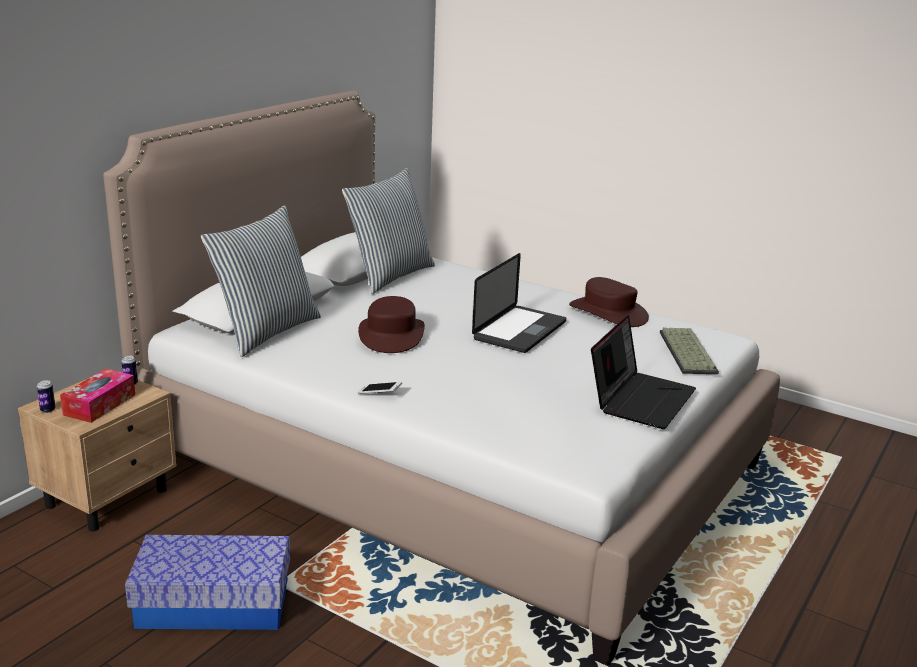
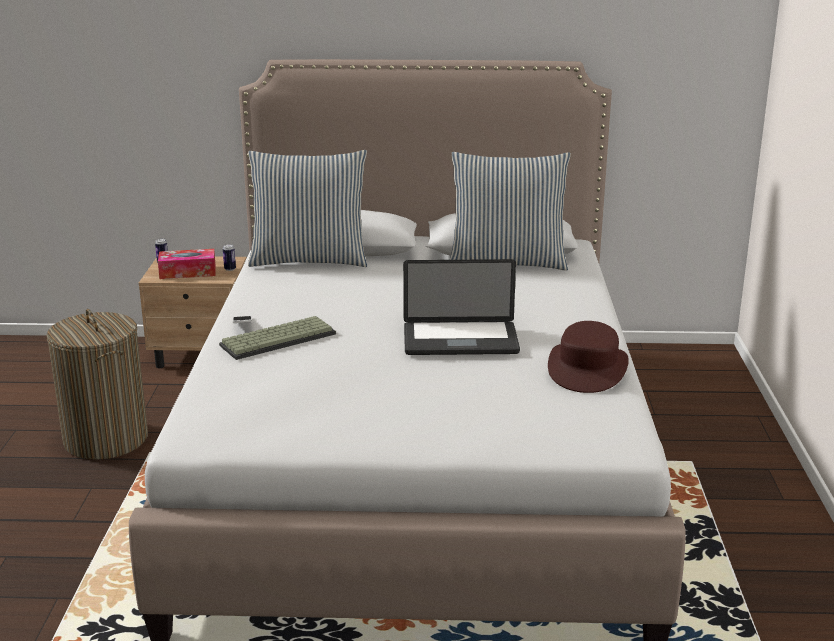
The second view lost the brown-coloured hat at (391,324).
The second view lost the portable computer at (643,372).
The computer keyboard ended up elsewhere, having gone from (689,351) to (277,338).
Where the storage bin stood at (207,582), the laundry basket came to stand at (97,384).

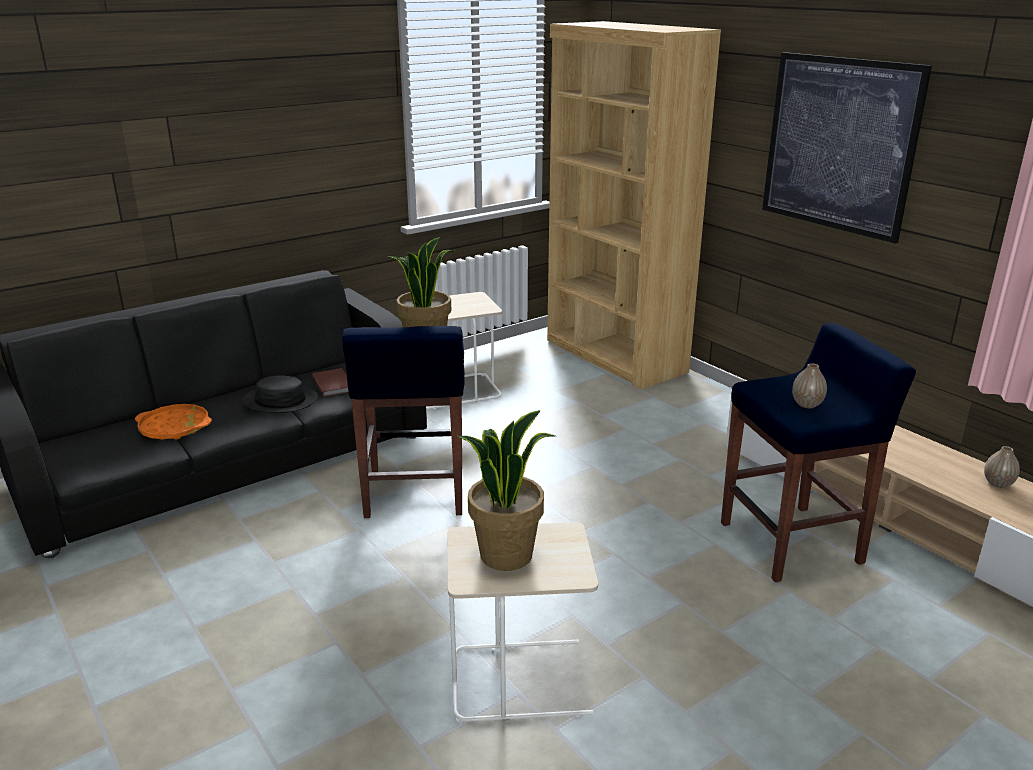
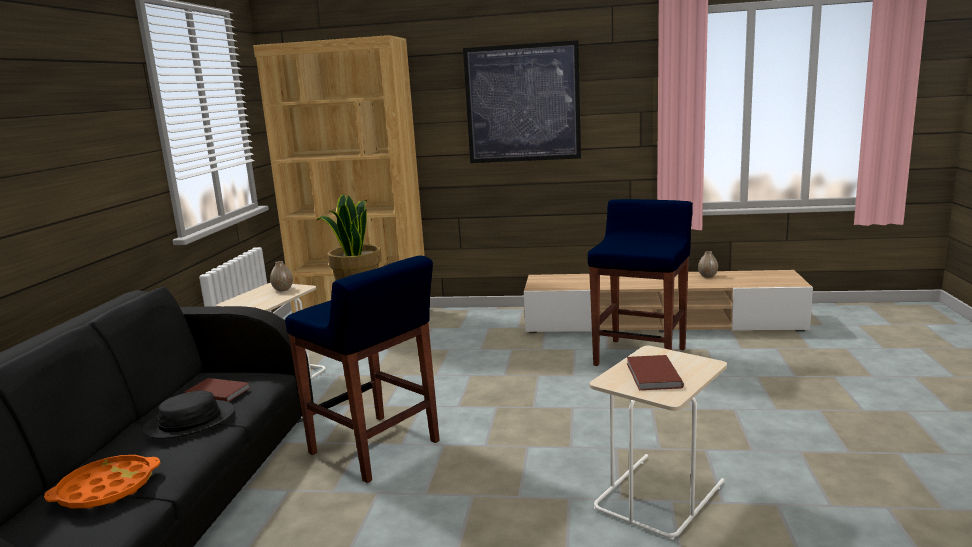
The vase ended up elsewhere, having gone from (809,385) to (281,276).
Where the houseplant stood at (506,490), the brown-coloured book came to stand at (655,372).

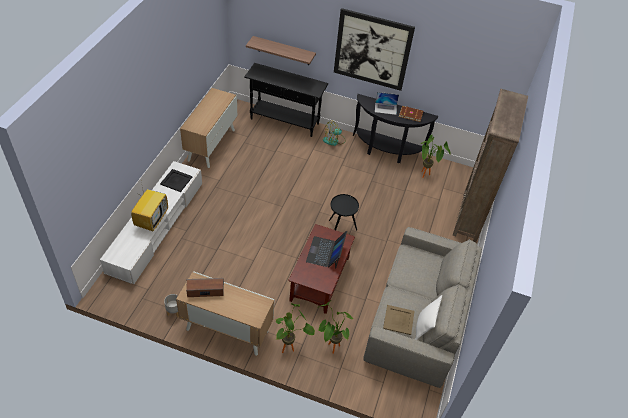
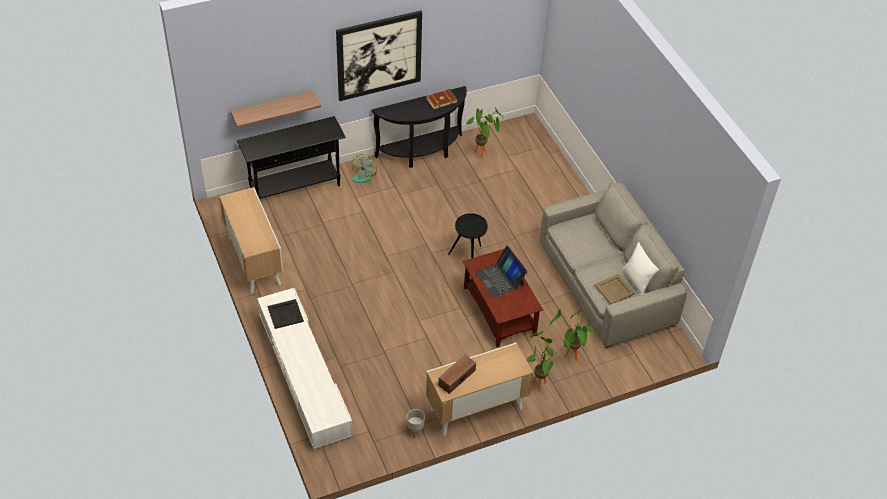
The second view lost the TV at (149,206).
The second view lost the portable computer at (387,103).
The second view lost the brown-coloured shelving unit at (490,166).

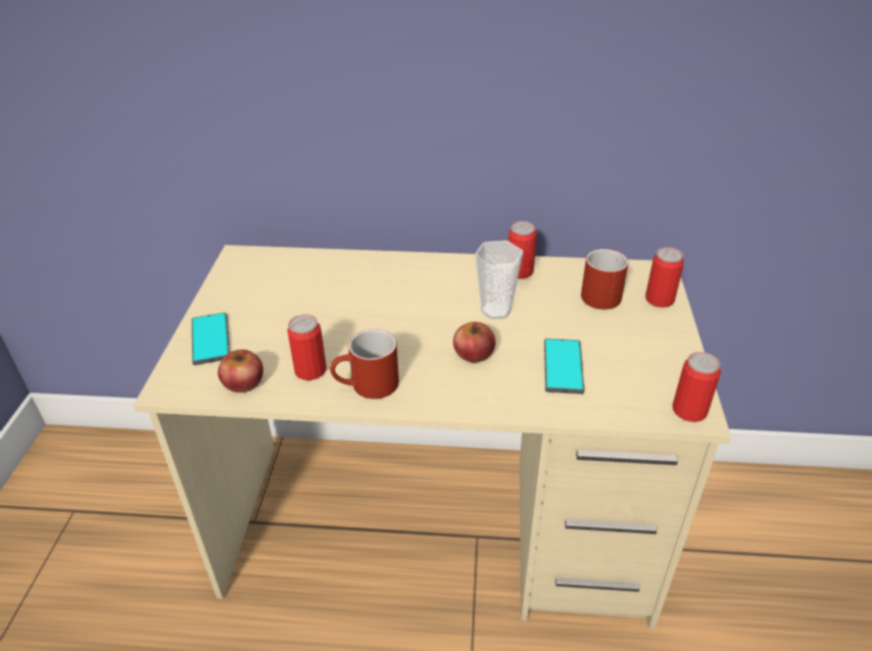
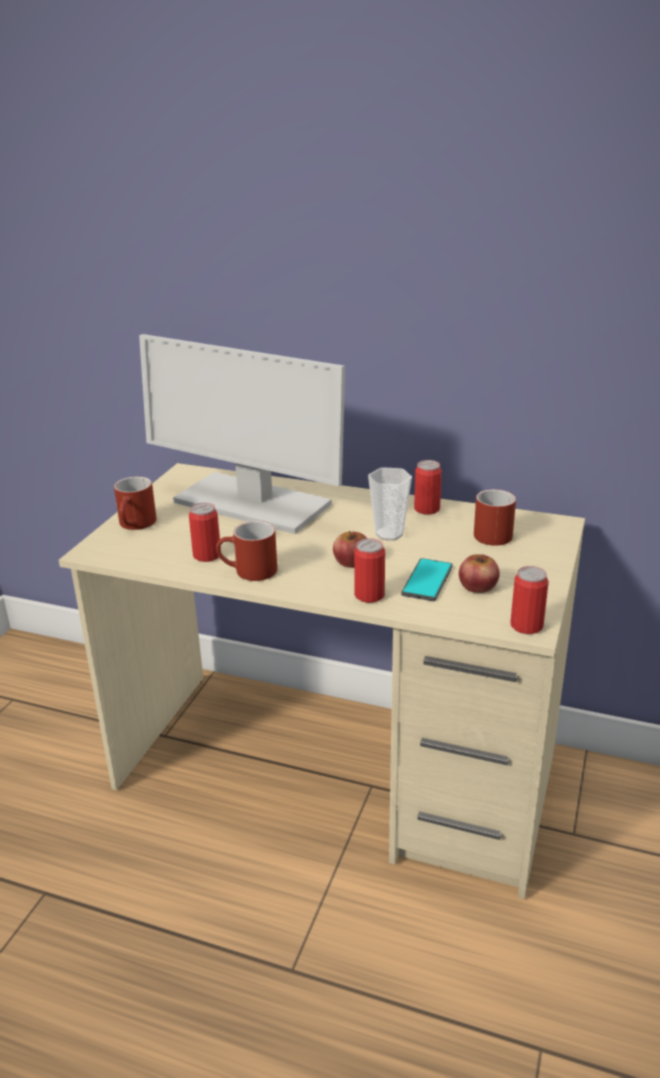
The second view gained the computer display at (242,434).
The apple fruit ended up elsewhere, having gone from (240,371) to (479,573).
The metal can ended up elsewhere, having gone from (664,277) to (369,570).
Where the telephone stood at (211,338), the red coffee mug came to stand at (135,503).

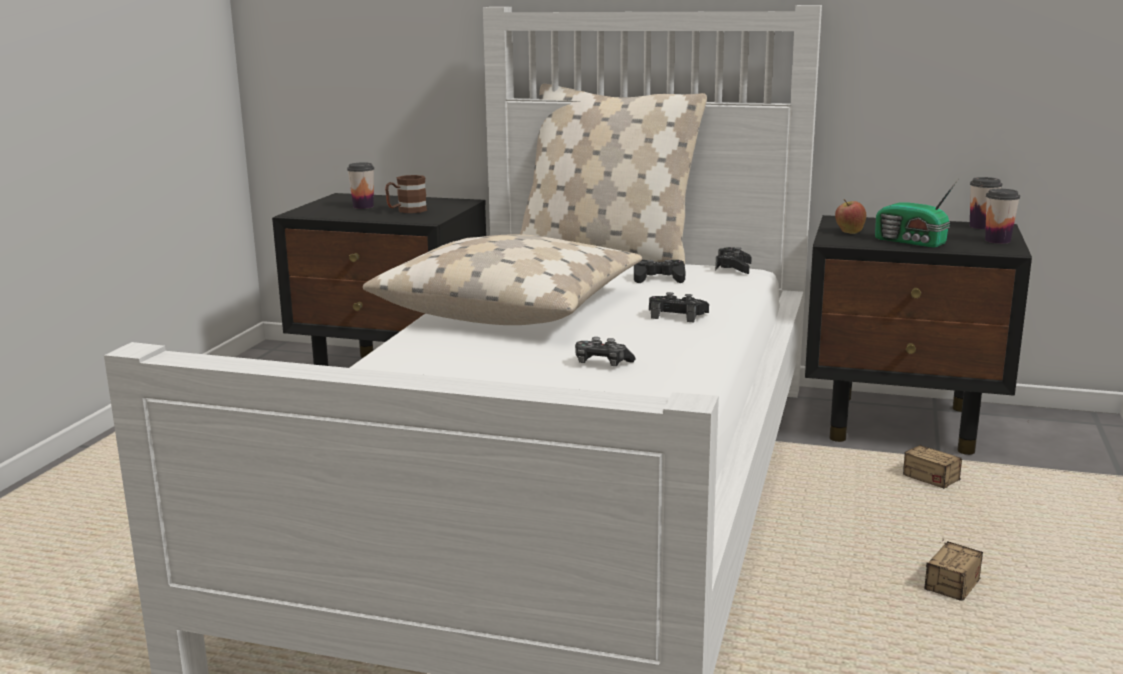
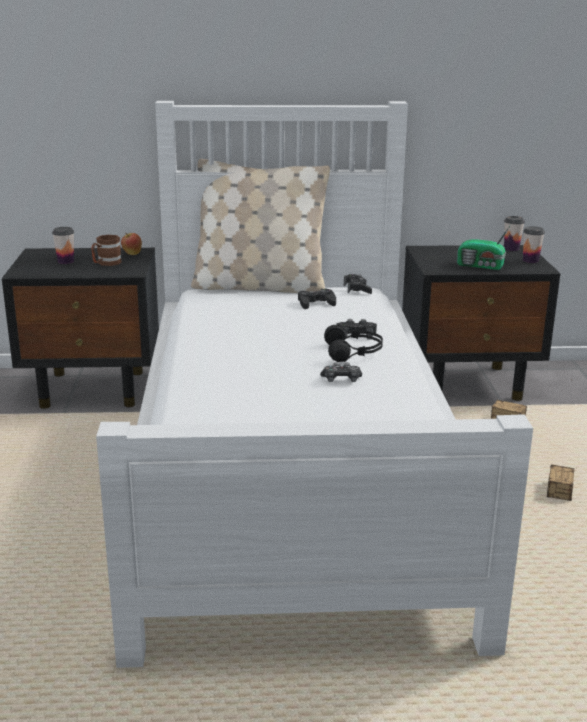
The second view lost the beige-coloured cushion at (502,279).
The second view gained the blackish pair of headphones at (353,343).
The apple fruit ended up elsewhere, having gone from (850,216) to (131,243).

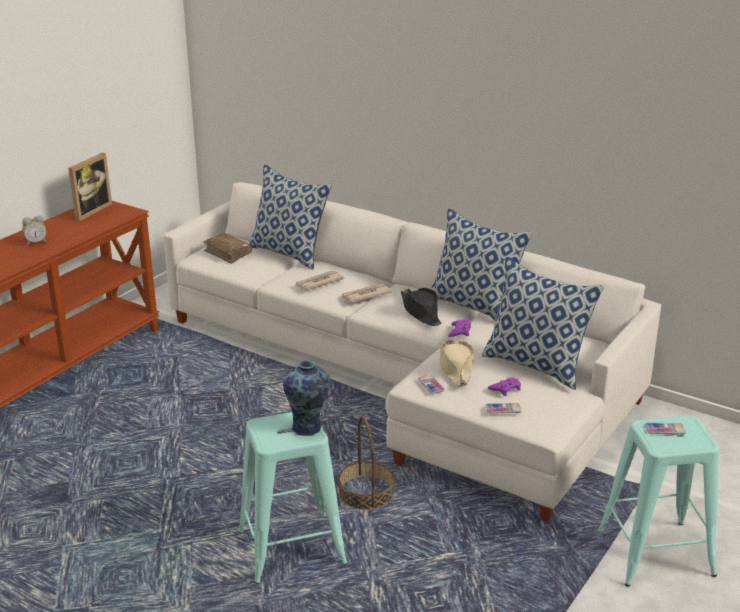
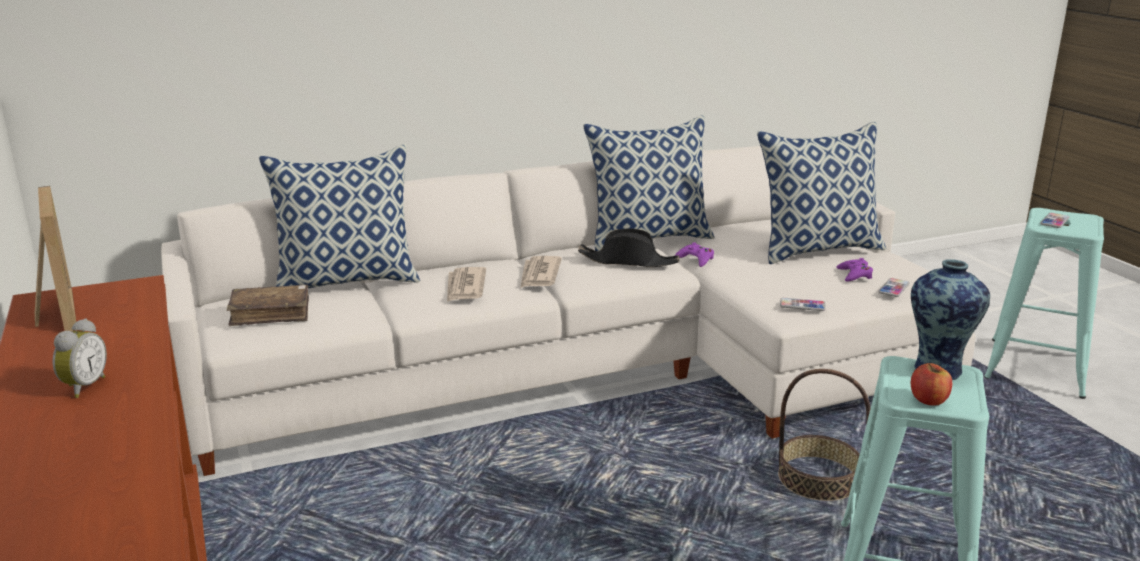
The second view lost the beige-coloured hat at (456,363).
The second view gained the apple fruit at (931,384).

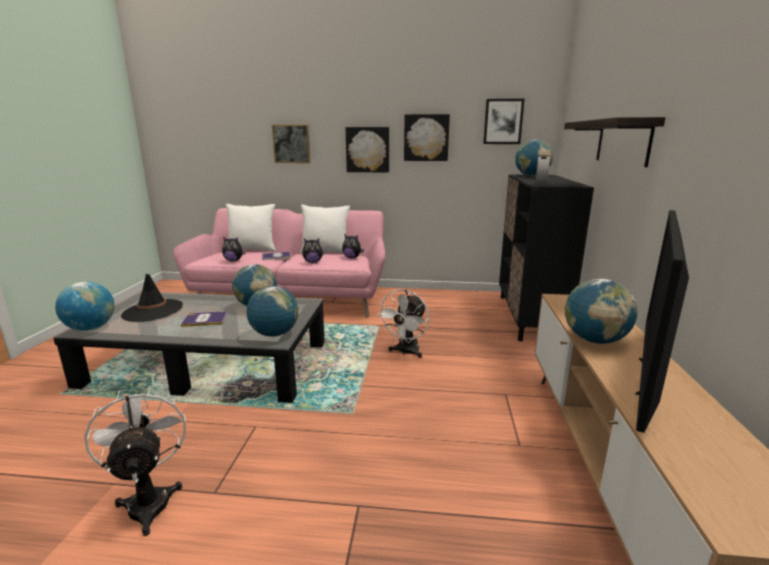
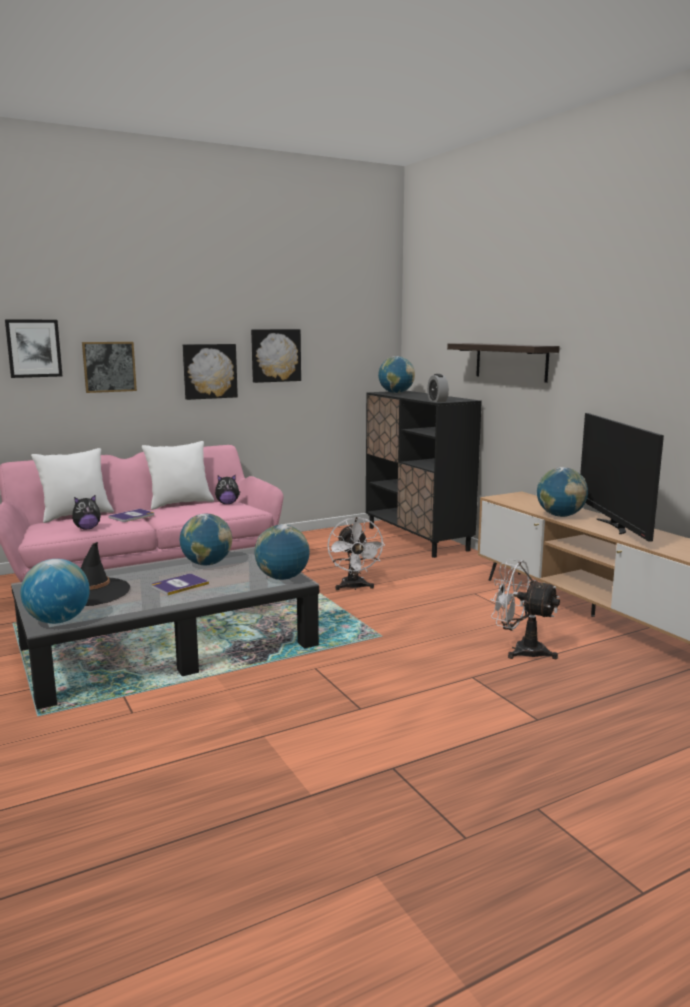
The second view lost the soft toy at (313,250).
The white-coloured fan ended up elsewhere, having gone from (135,461) to (525,609).
The wall picture ended up elsewhere, having gone from (504,121) to (33,348).

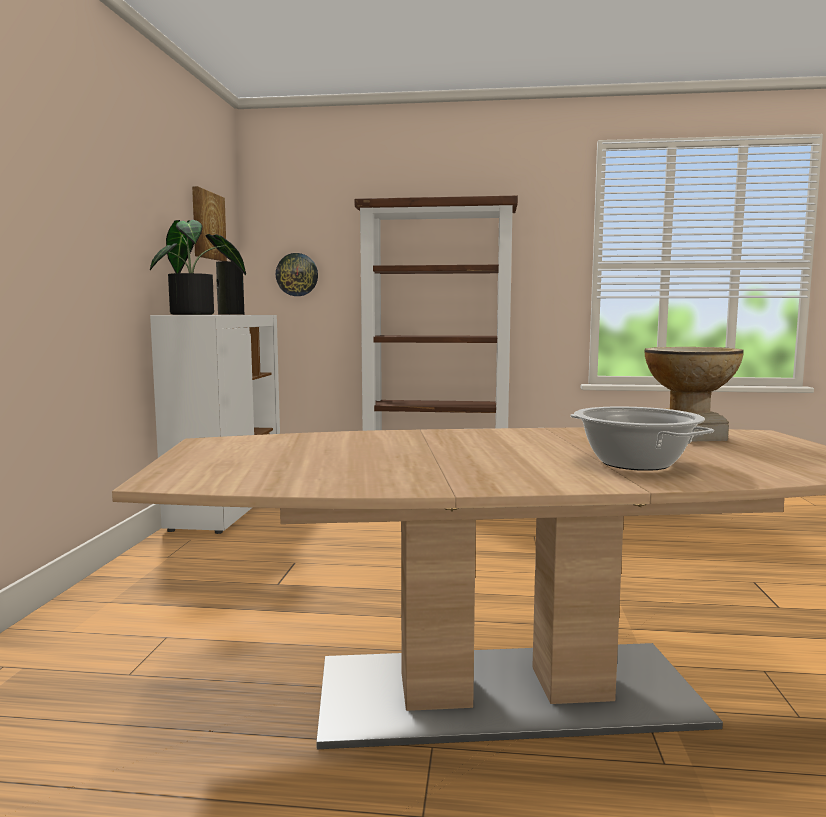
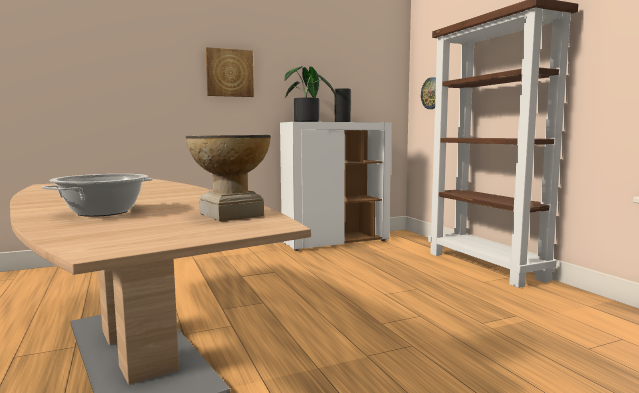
The wall picture ended up elsewhere, having gone from (209,223) to (230,72).

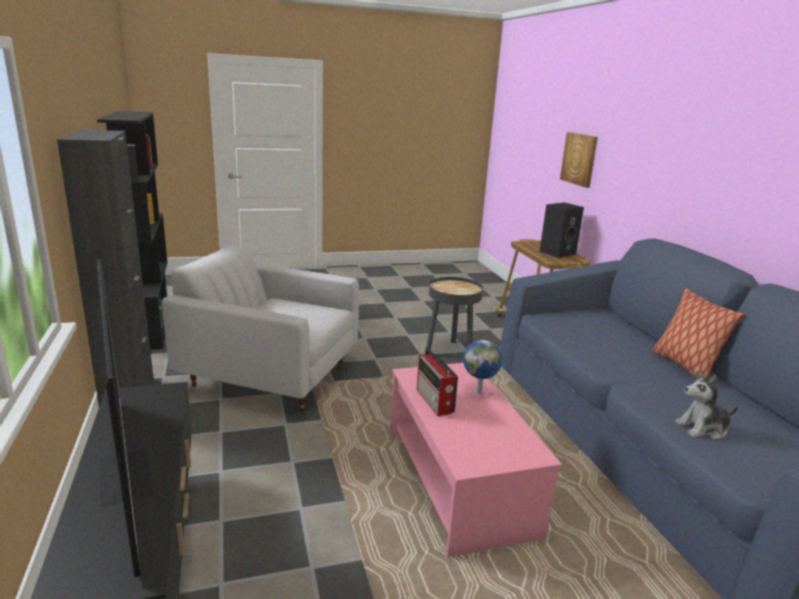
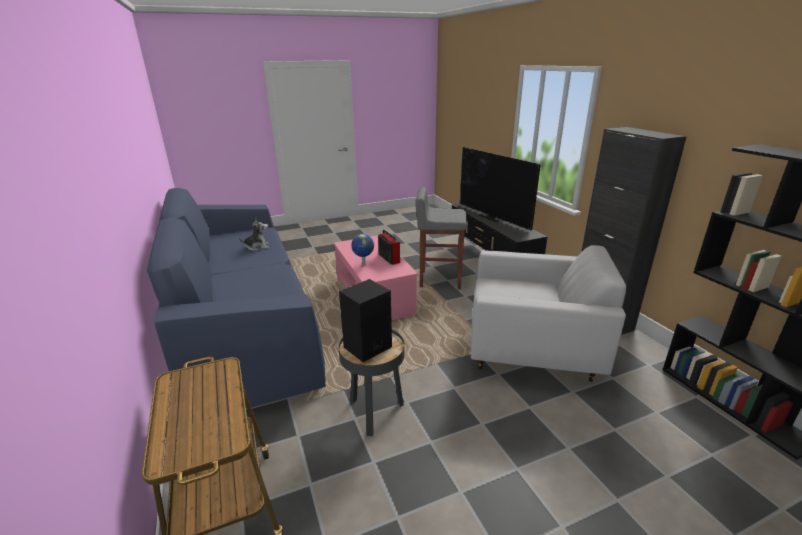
The second view lost the wall picture at (579,160).
The second view lost the cushion at (698,333).
The second view gained the gray stool at (441,238).
The blackish audio speaker ended up elsewhere, having gone from (562,230) to (365,320).

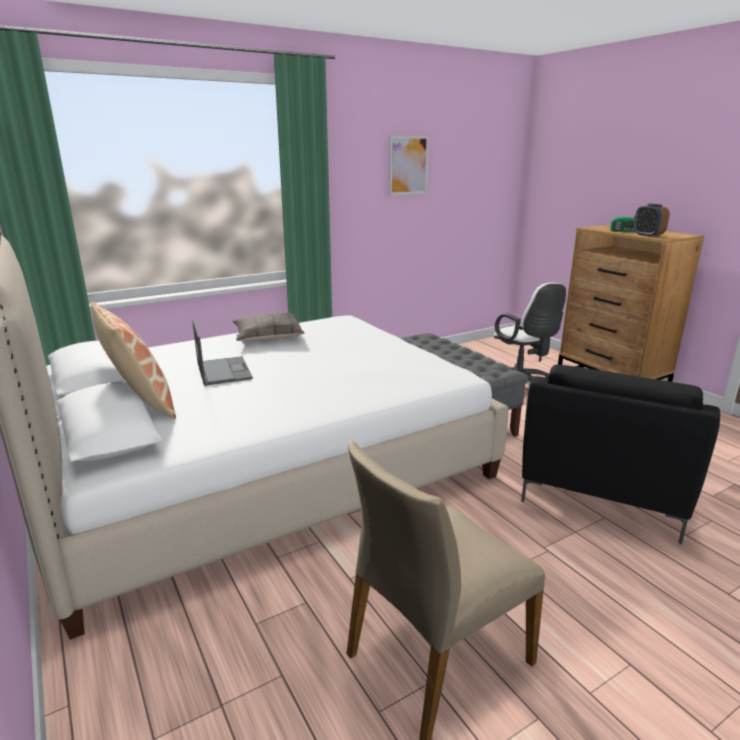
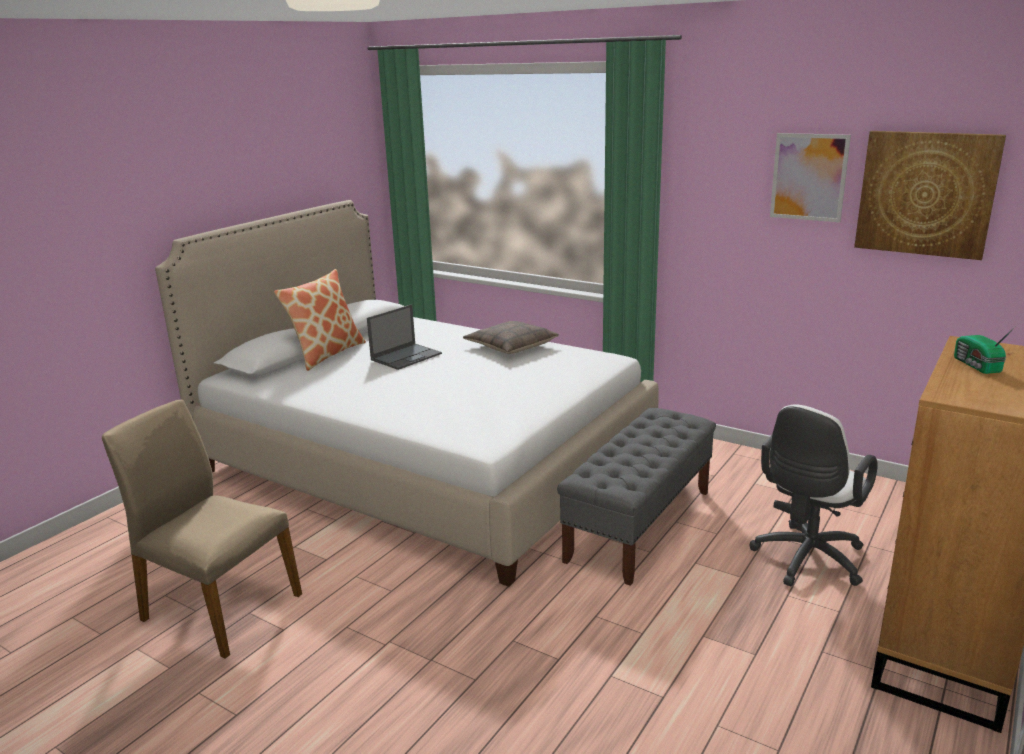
The second view lost the blackish armchair at (620,454).
The second view lost the bedside clock at (652,220).
The second view gained the wall picture at (930,195).

